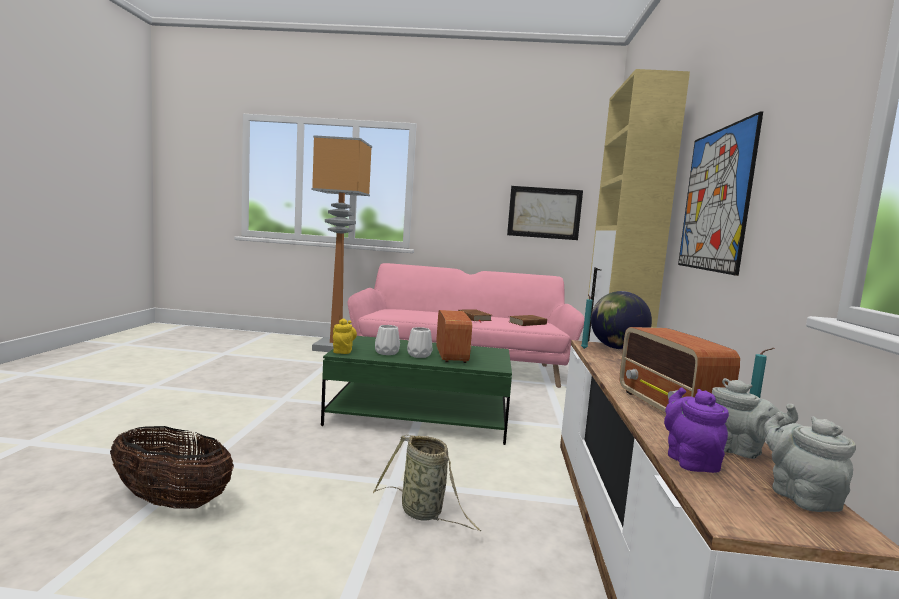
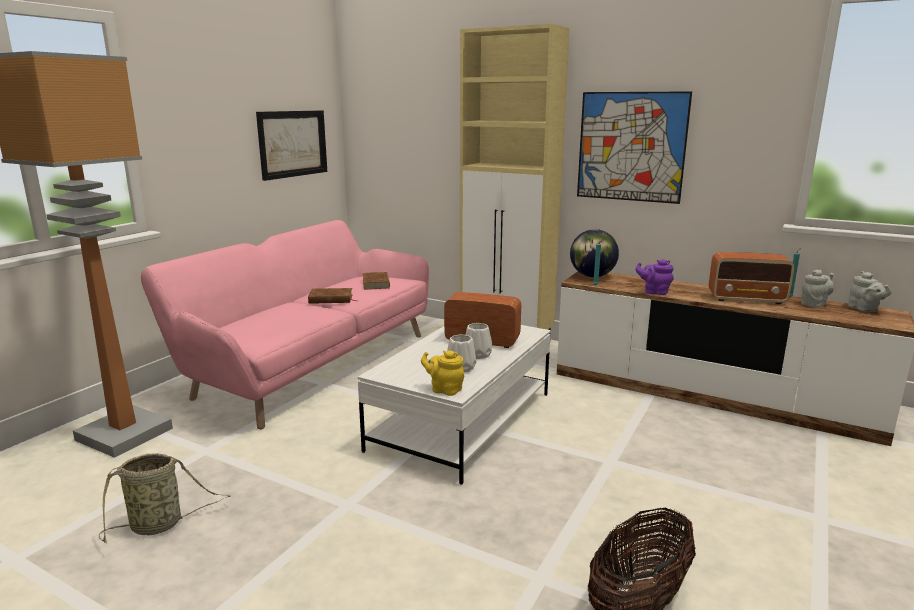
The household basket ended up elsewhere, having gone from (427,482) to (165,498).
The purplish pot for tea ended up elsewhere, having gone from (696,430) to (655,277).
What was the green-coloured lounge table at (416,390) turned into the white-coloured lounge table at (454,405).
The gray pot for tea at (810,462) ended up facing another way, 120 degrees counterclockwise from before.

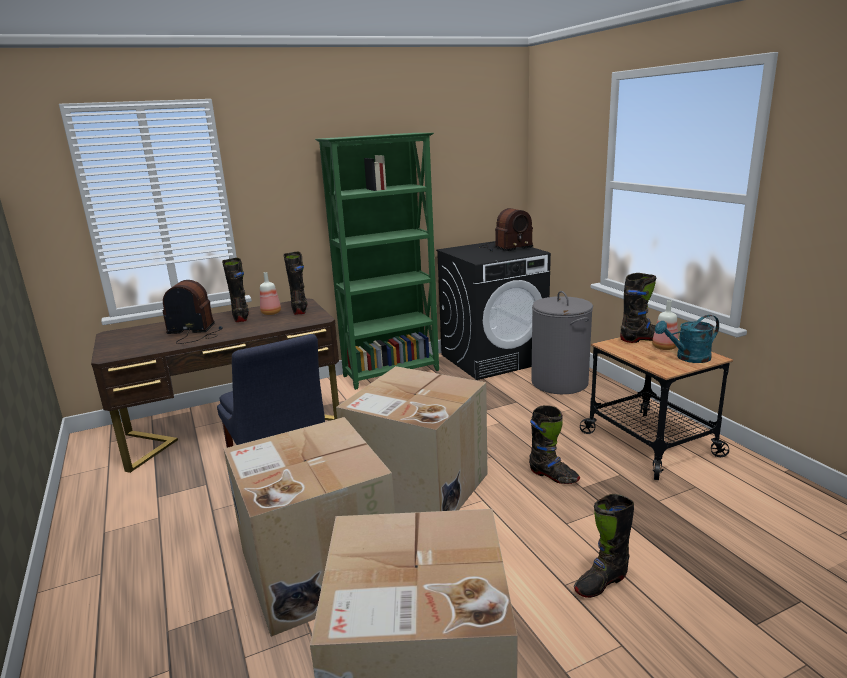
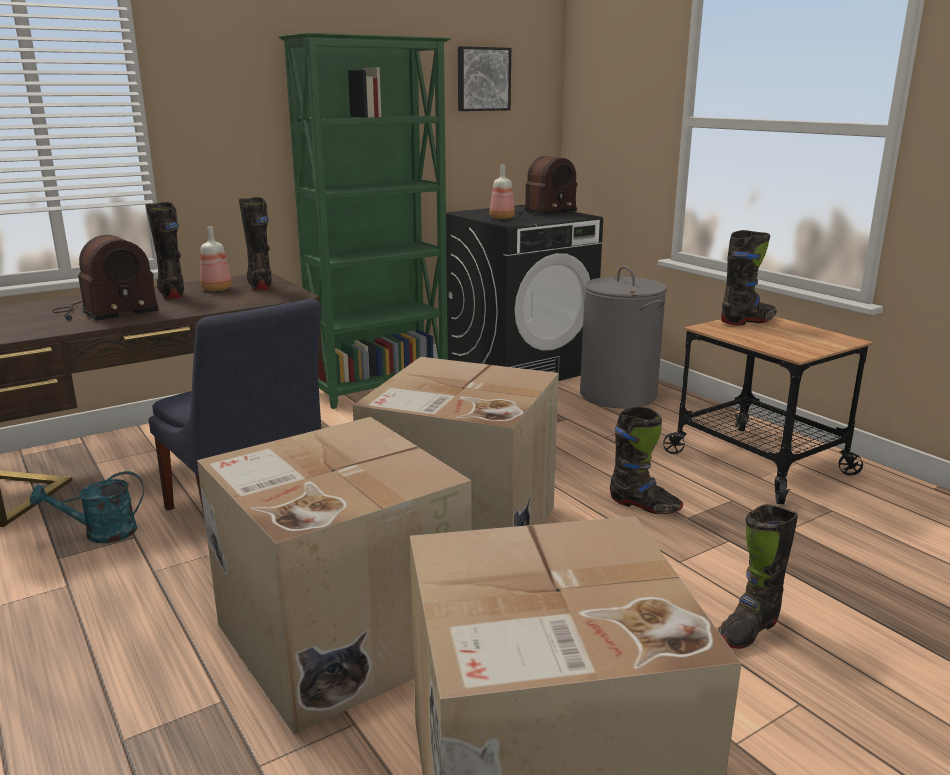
The second view gained the wall picture at (484,78).
The bottle ended up elsewhere, having gone from (665,325) to (502,192).
The turquoise-coloured watering pot ended up elsewhere, having gone from (687,339) to (87,507).
The radio set at (193,312) ended up facing another way, 150 degrees clockwise from before.

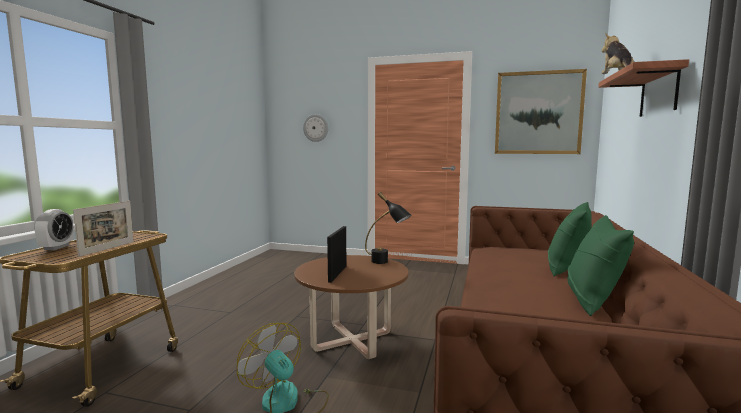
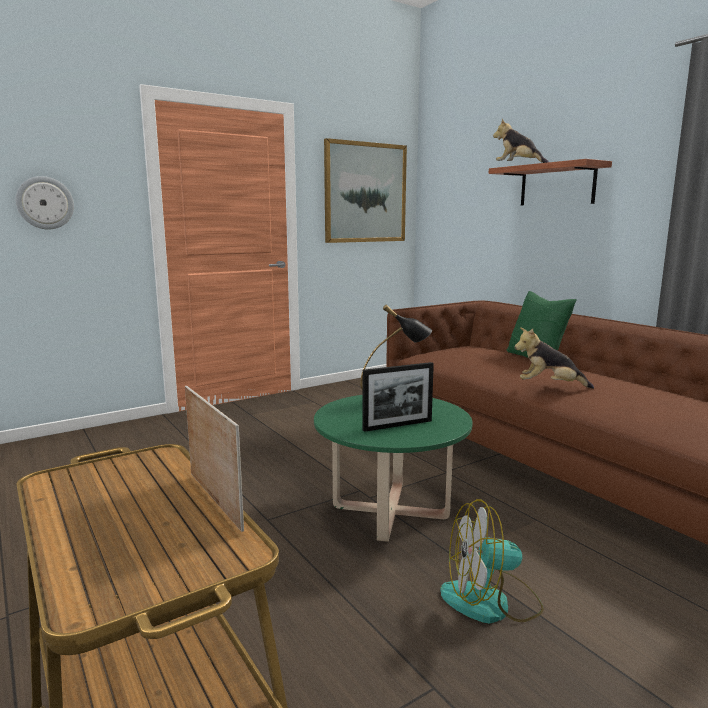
The second view lost the bedside clock at (53,229).
The second view lost the green-coloured cushion at (600,265).
The second view gained the soft toy at (554,358).
What was the brown-coloured lounge table at (351,307) turned into the green-coloured lounge table at (393,468).
The standing frame at (336,254) ended up facing another way, 75 degrees counterclockwise from before.

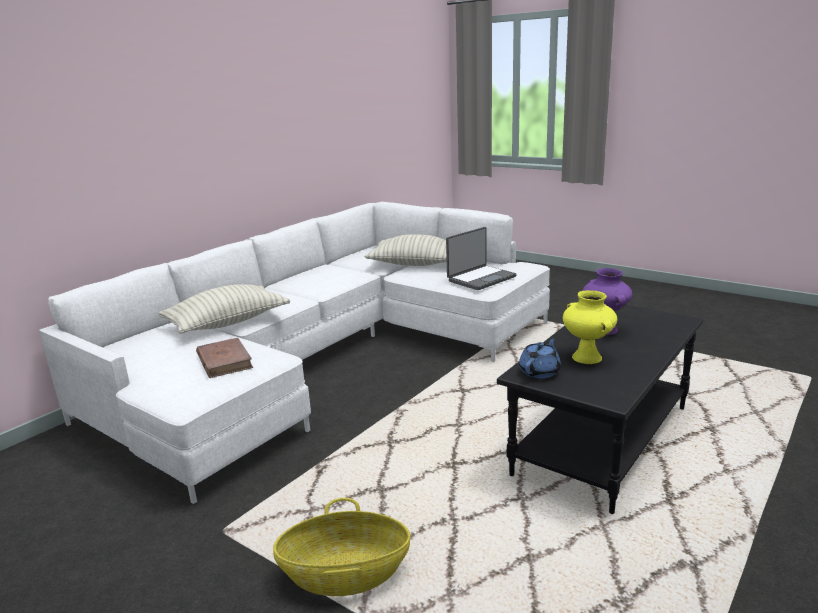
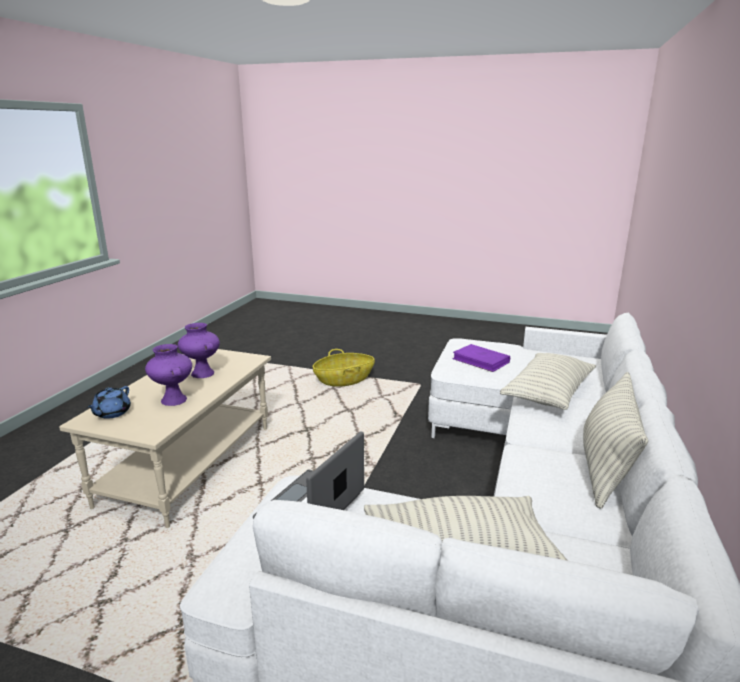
The second view gained the cushion at (615,440).
The blue pot for tea ended up elsewhere, having gone from (540,358) to (109,402).
What was the brown-coloured book at (224,358) turned into the purplish book at (481,358).
What was the blackish lounge table at (600,409) turned into the beige-coloured lounge table at (165,438).
What was the yellow-coloured vase at (590,327) turned into the purplish vase at (199,350).

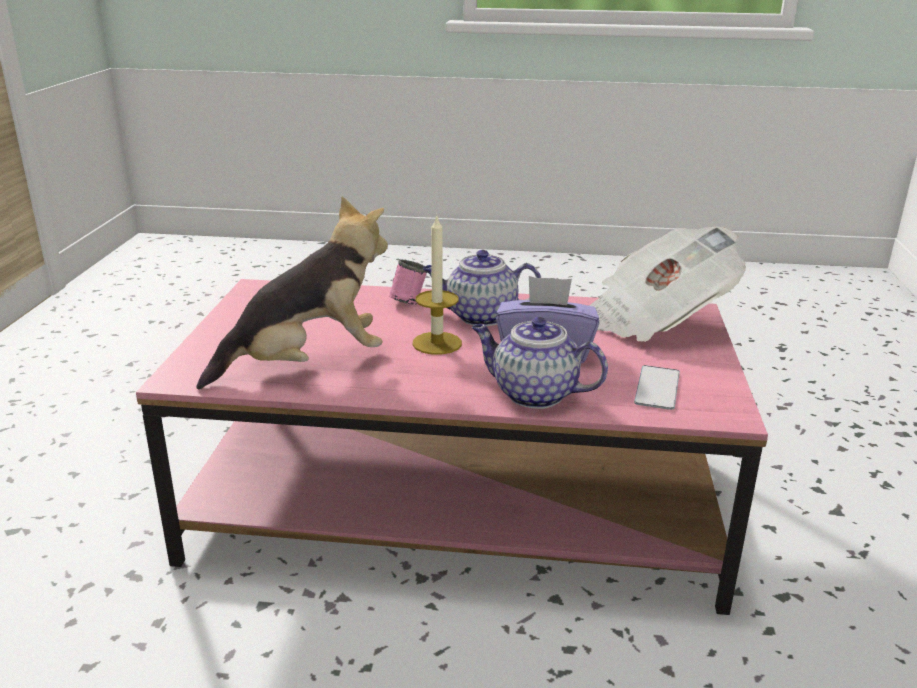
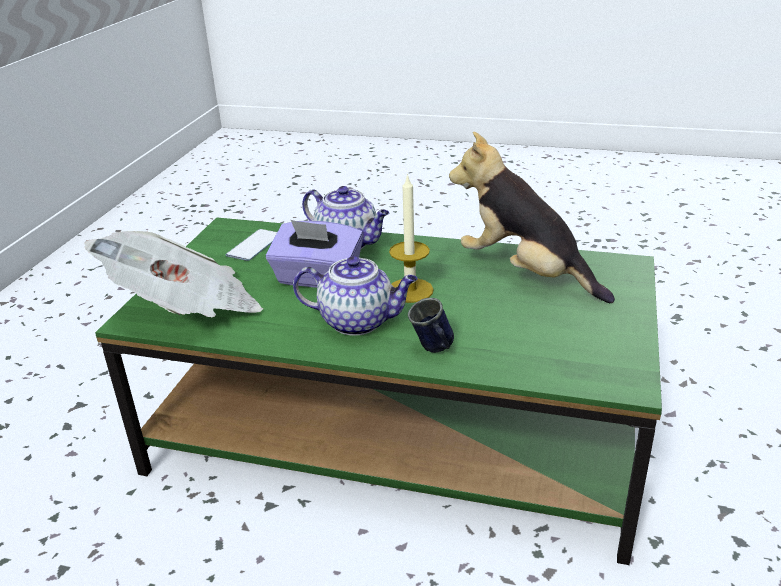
What was the pink lounge table at (452,447) turned into the green-coloured lounge table at (378,391).
What was the pink coffee mug at (408,282) turned into the blue coffee mug at (431,325).
The soft toy at (292,293) ended up facing another way, 60 degrees clockwise from before.

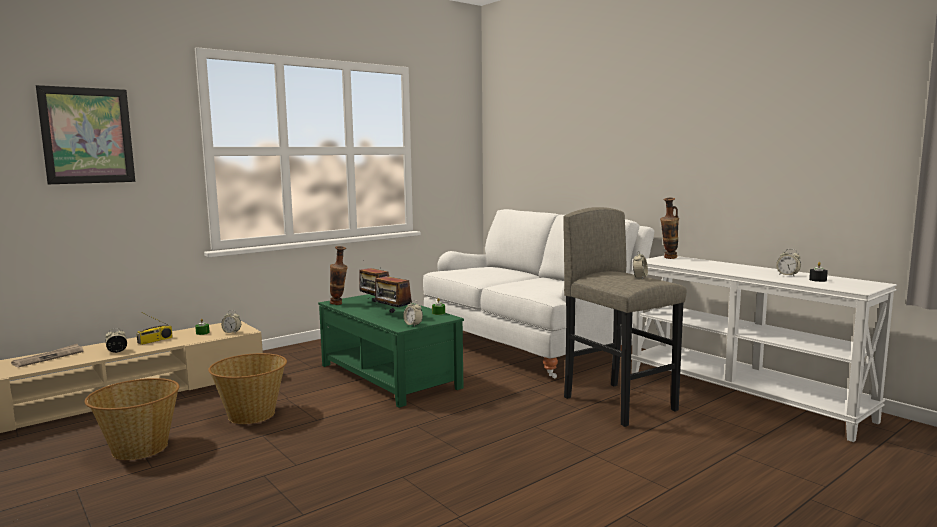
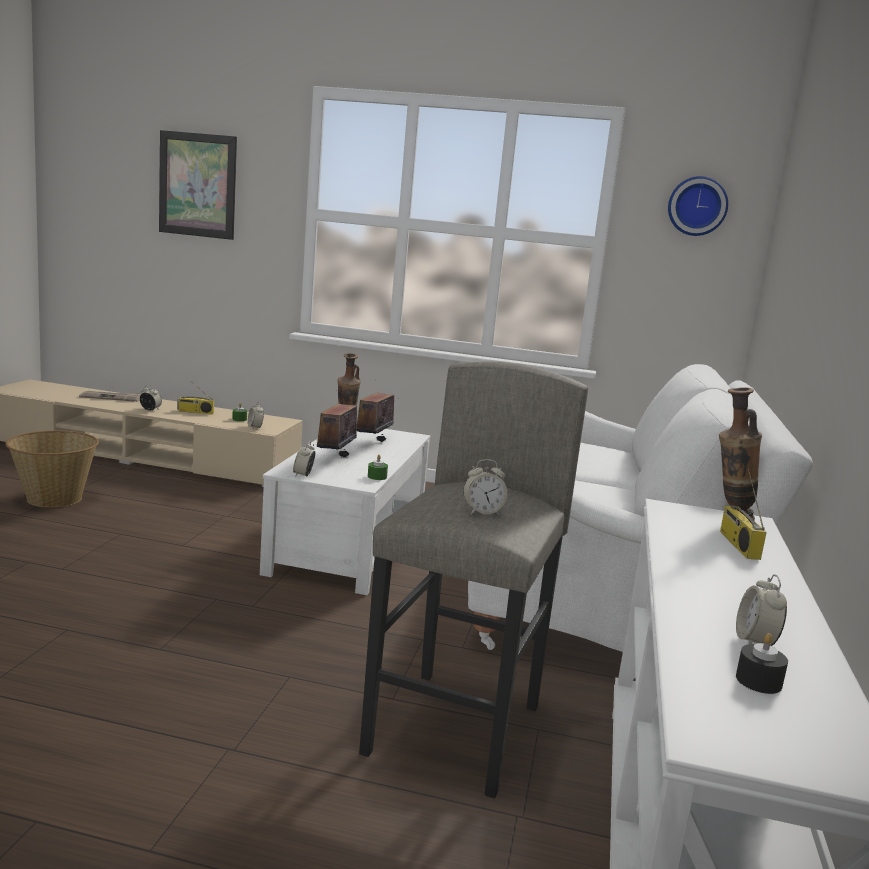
The second view lost the household basket at (247,388).
The second view gained the hanging clock at (698,206).
The second view gained the radio set at (743,514).
What was the green-coloured lounge table at (391,351) turned into the white-coloured lounge table at (345,512).

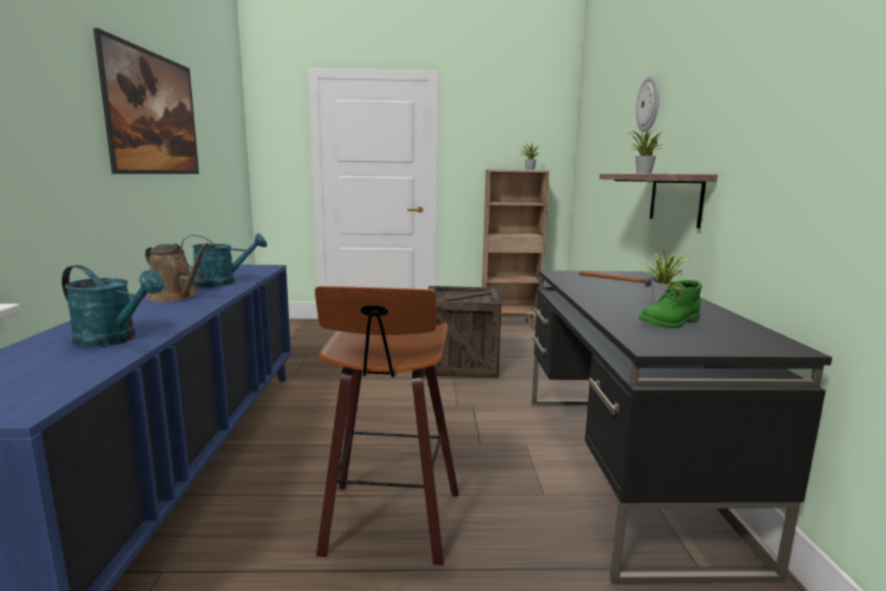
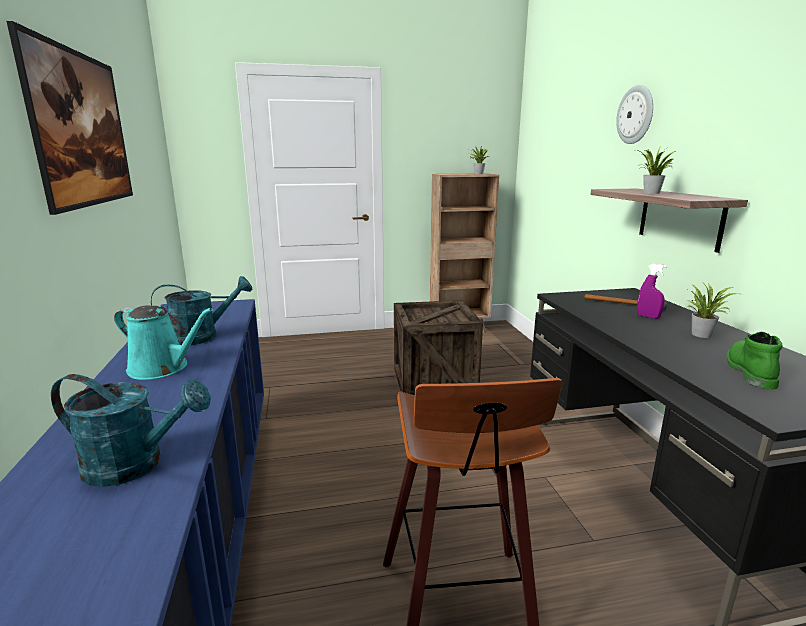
The second view gained the purplish hand sprayer at (652,291).
What was the brown-coloured watering pot at (177,272) turned into the turquoise-coloured watering pot at (163,342).
The green-coloured tall boot at (670,304) ended up facing another way, 150 degrees clockwise from before.

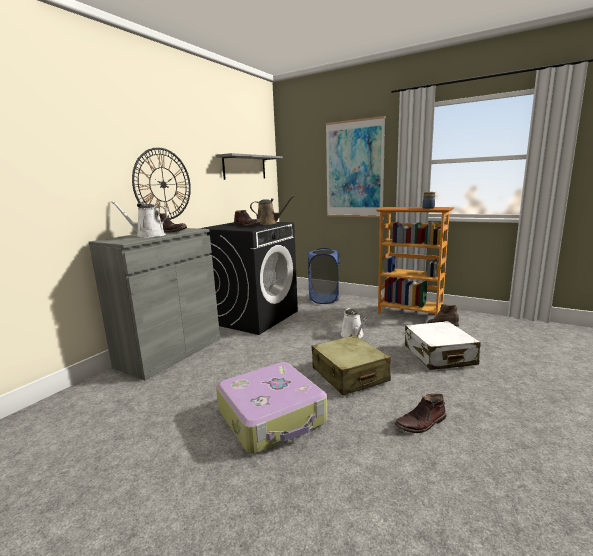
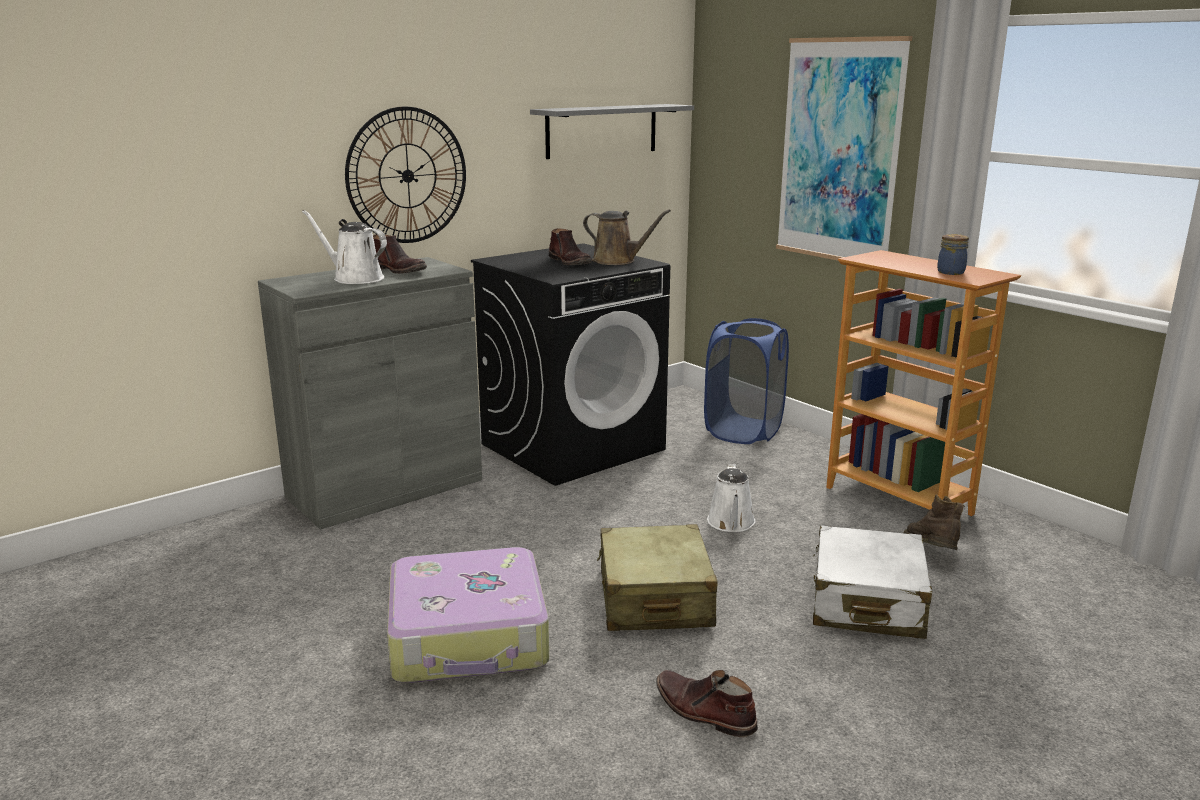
The brown-coloured tall boot at (420,413) ended up facing another way, 45 degrees clockwise from before.

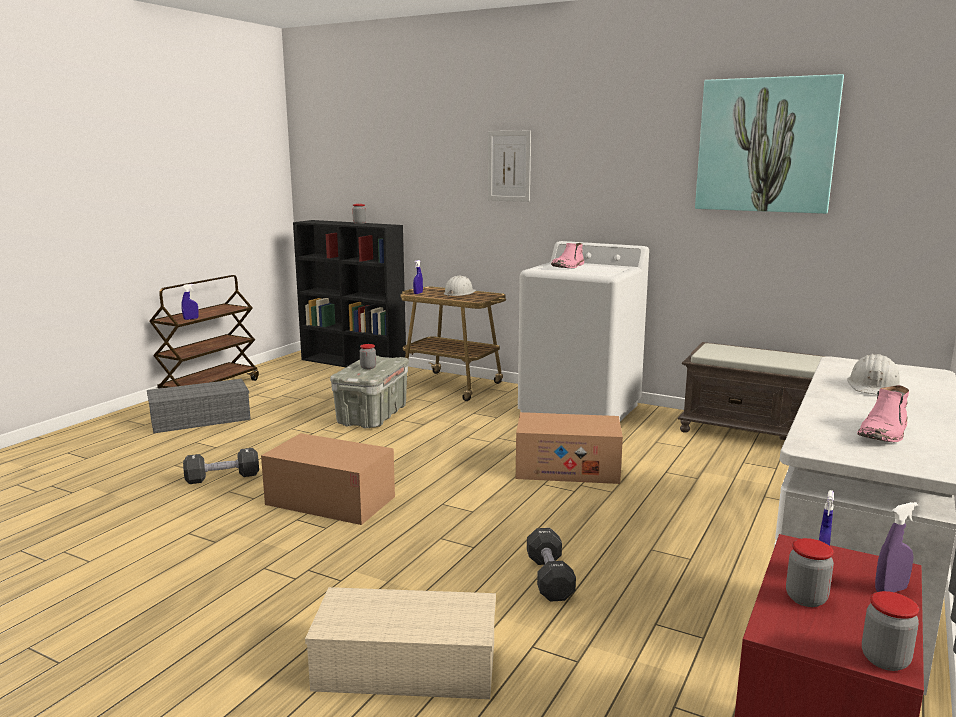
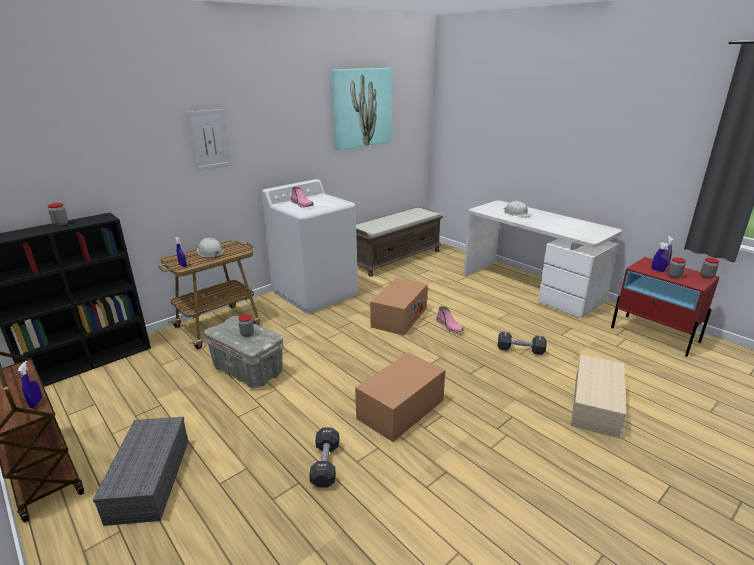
The pink tall boot ended up elsewhere, having gone from (883,413) to (450,319).

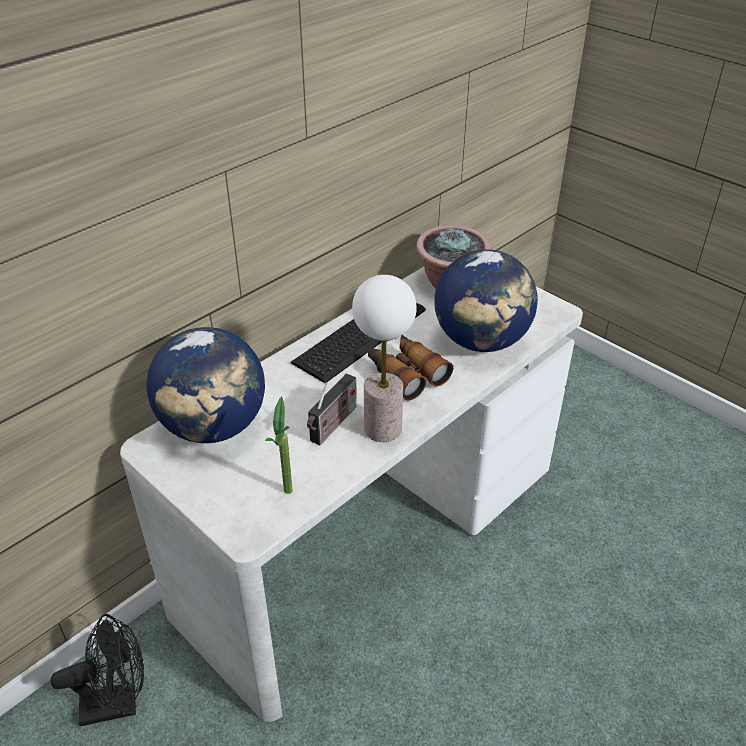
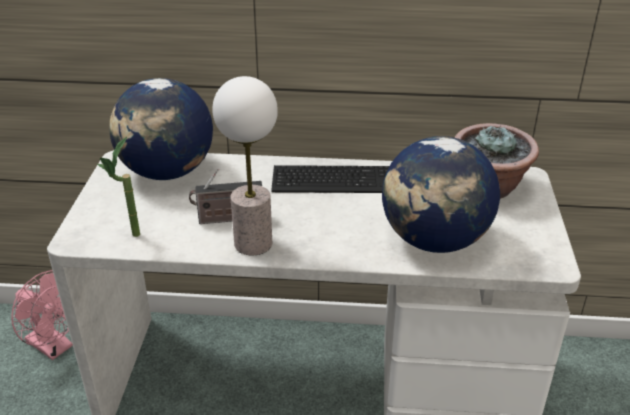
The second view lost the binoculars at (410,368).
What was the blackish fan at (97,670) turned into the pink fan at (42,315).

